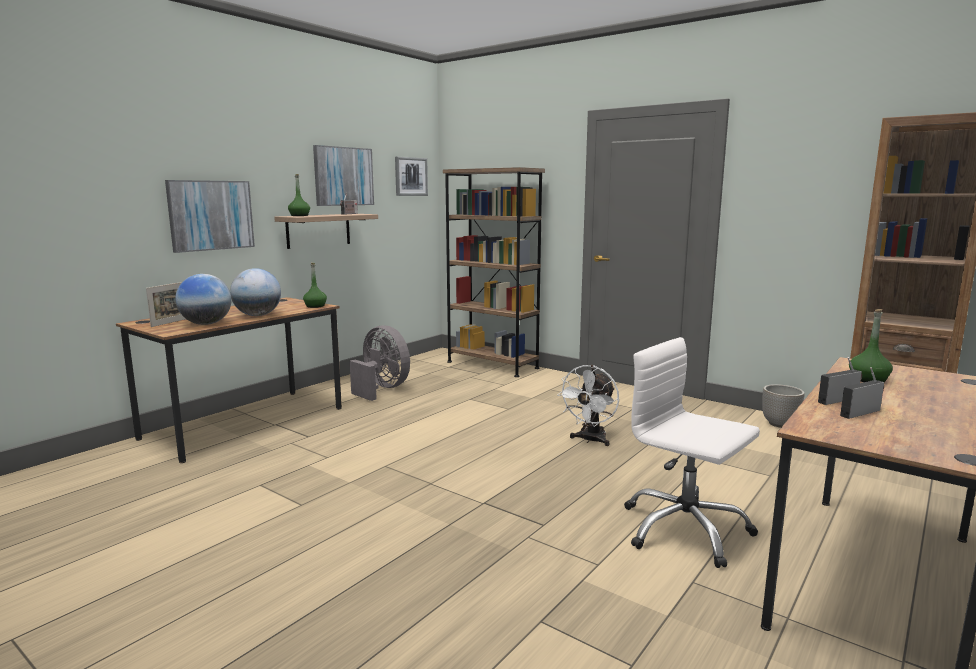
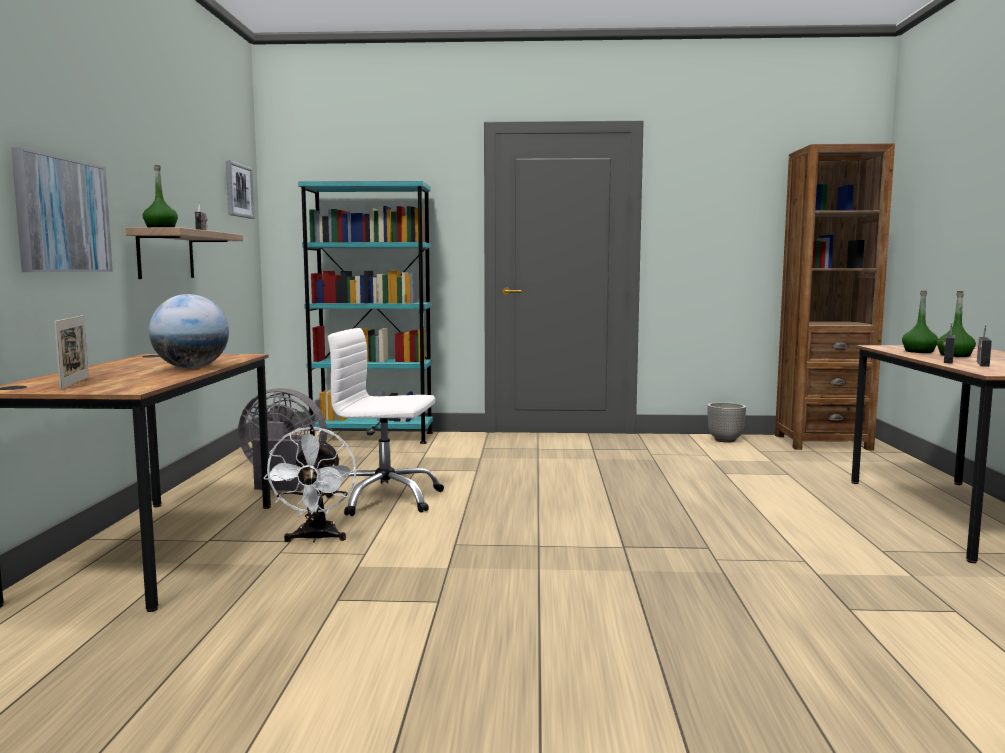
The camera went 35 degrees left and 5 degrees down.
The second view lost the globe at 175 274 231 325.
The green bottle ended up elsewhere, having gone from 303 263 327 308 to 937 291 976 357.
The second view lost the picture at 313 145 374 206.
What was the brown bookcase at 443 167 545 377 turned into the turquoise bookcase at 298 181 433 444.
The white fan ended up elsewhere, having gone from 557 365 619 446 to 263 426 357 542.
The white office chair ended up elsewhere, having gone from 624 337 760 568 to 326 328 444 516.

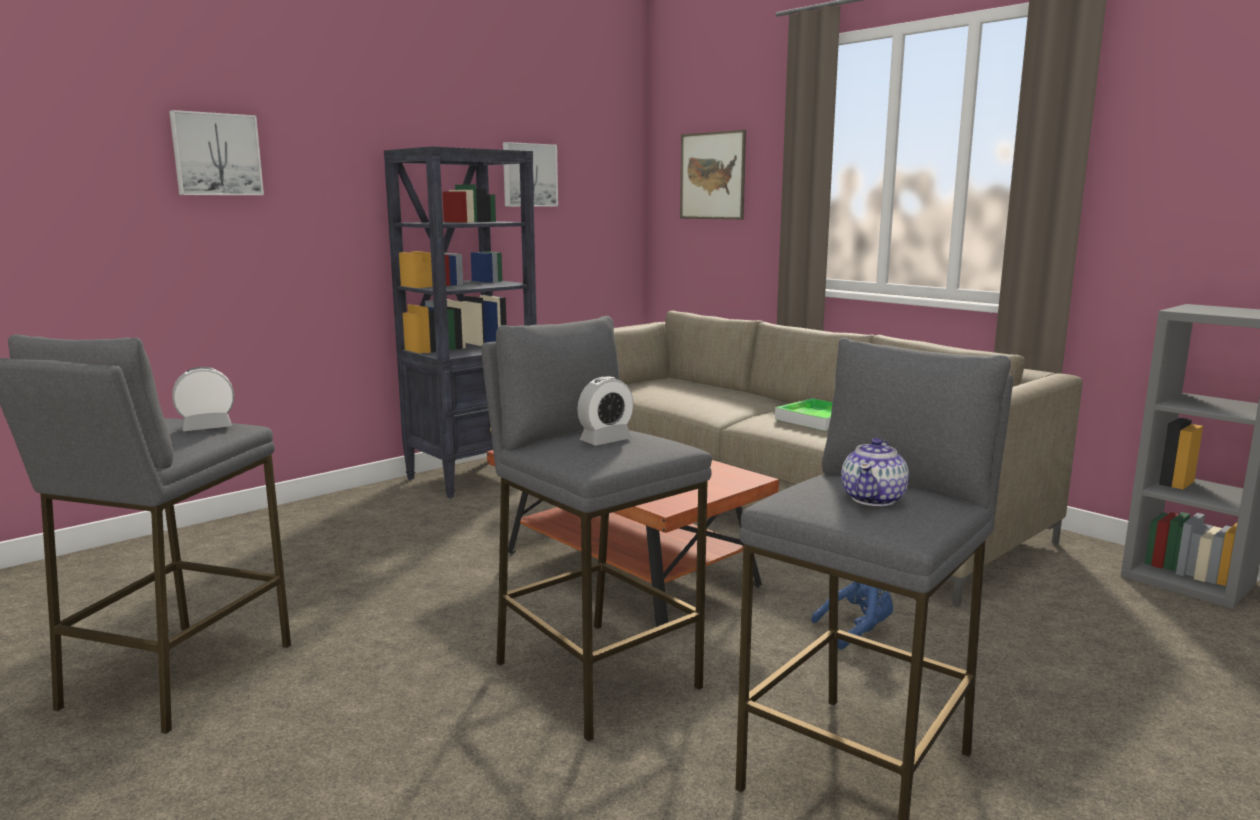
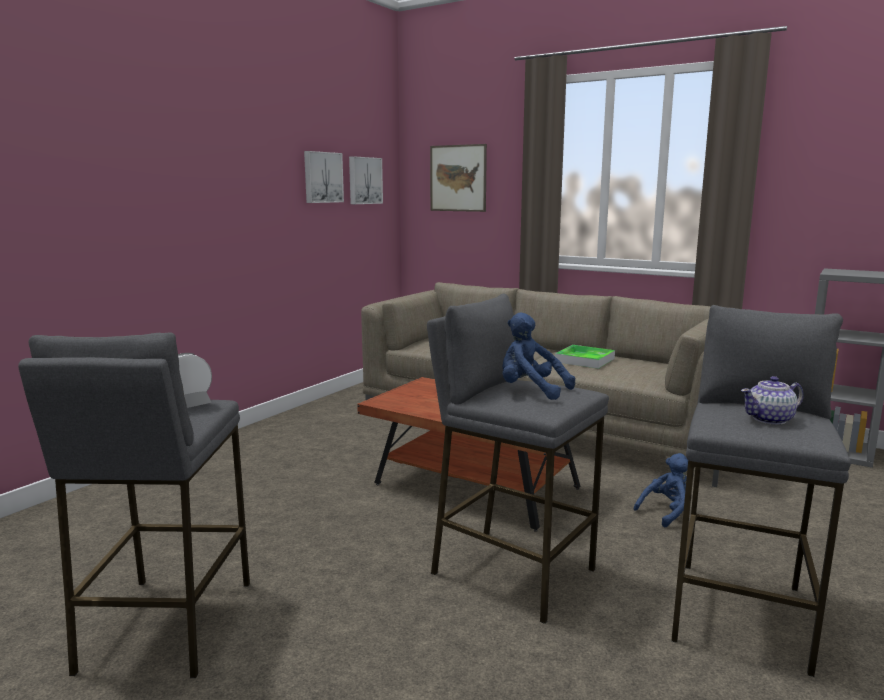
The camera went 15 degrees left and 0 degrees up.
The picture ended up elsewhere, having gone from 169 110 264 195 to 349 156 383 204.
The second view lost the black bookcase at 384 146 537 498.
Where the alarm clock stood at 577 376 633 445, the blue plush toy came to stand at 503 312 575 400.
The teapot at 841 438 909 506 ended up facing another way, 60 degrees clockwise from before.

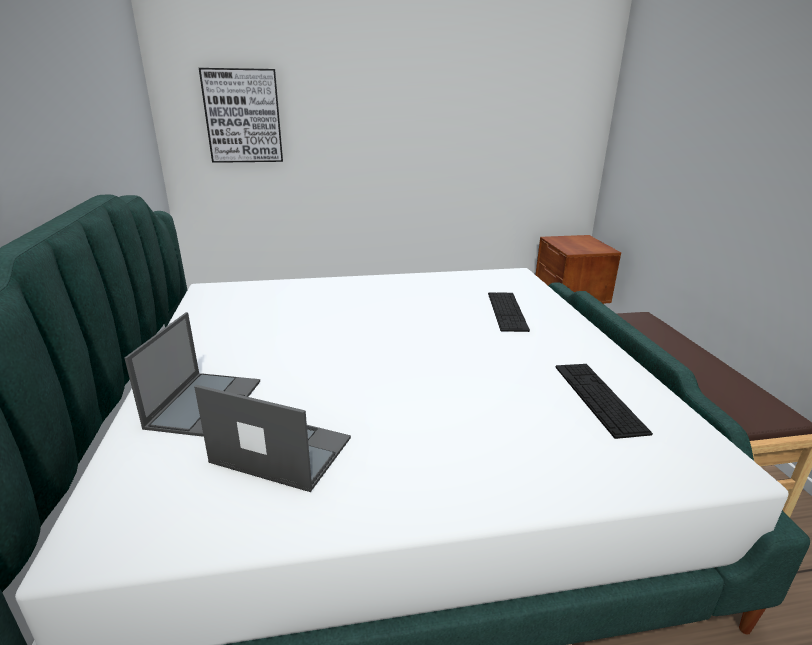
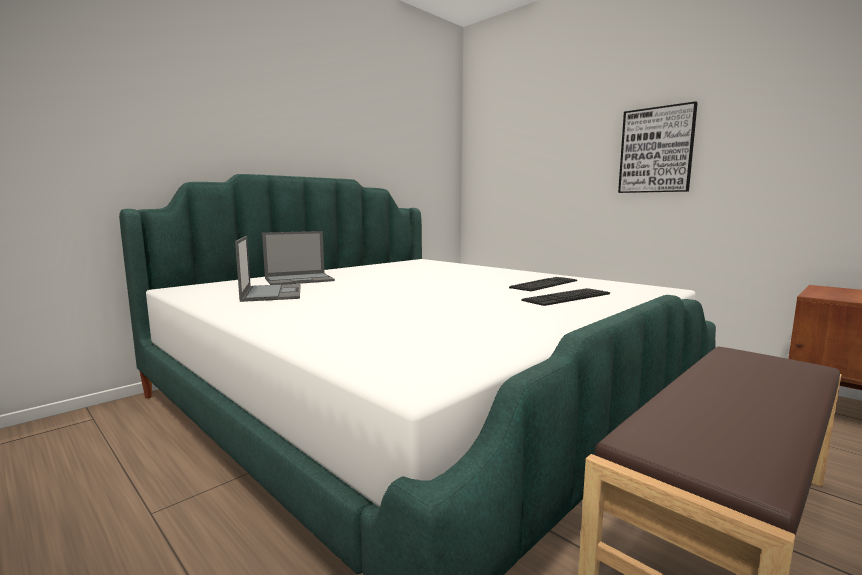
The camera went 55 degrees right and 15 degrees down.
The picture ended up elsewhere, having gone from 199 68 283 163 to 618 101 698 193.
The keyboard ended up elsewhere, having gone from 555 364 653 439 to 509 277 577 291.

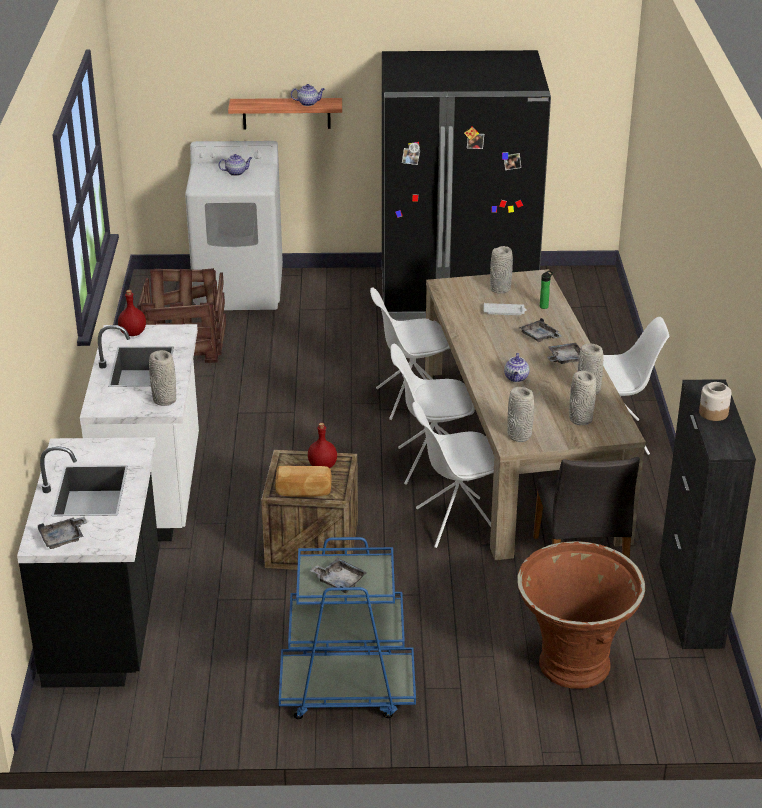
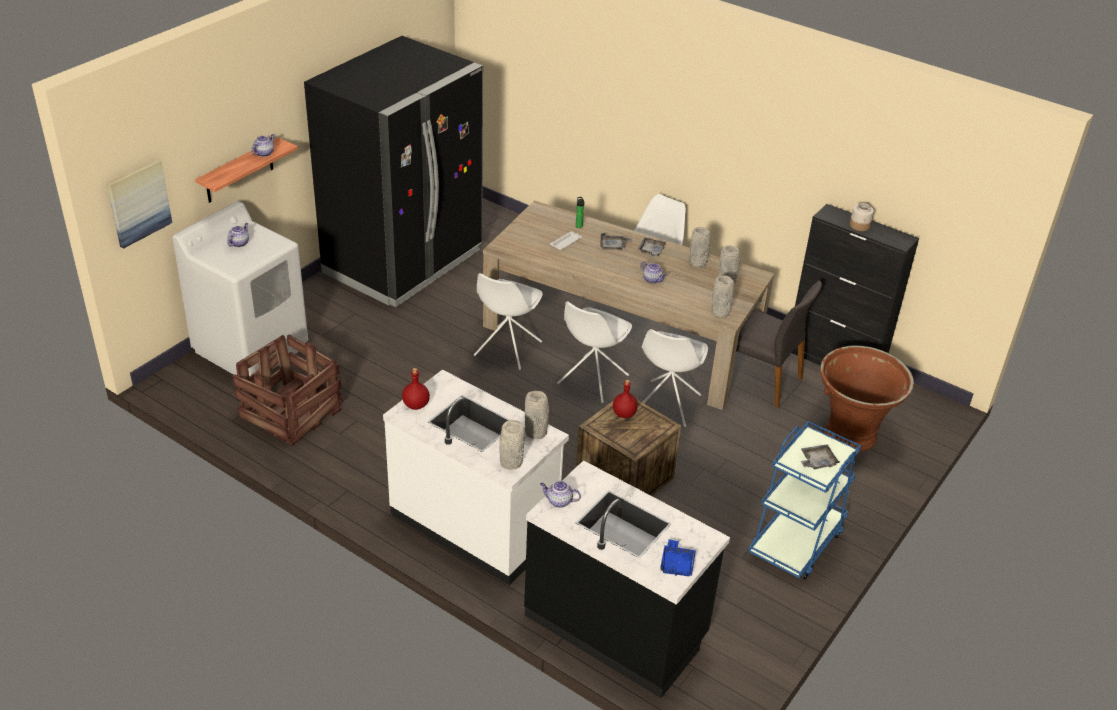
The camera went 55 degrees left and 5 degrees up.
What was the grey tray at 38 517 87 549 turned into the blue tray at 660 539 696 576.
The second view lost the bread at 275 466 332 497.
The grey vase ended up elsewhere, having gone from 490 246 513 294 to 499 420 525 470.
The second view gained the picture at 107 159 172 249.
The second view gained the teapot at 540 481 581 508.

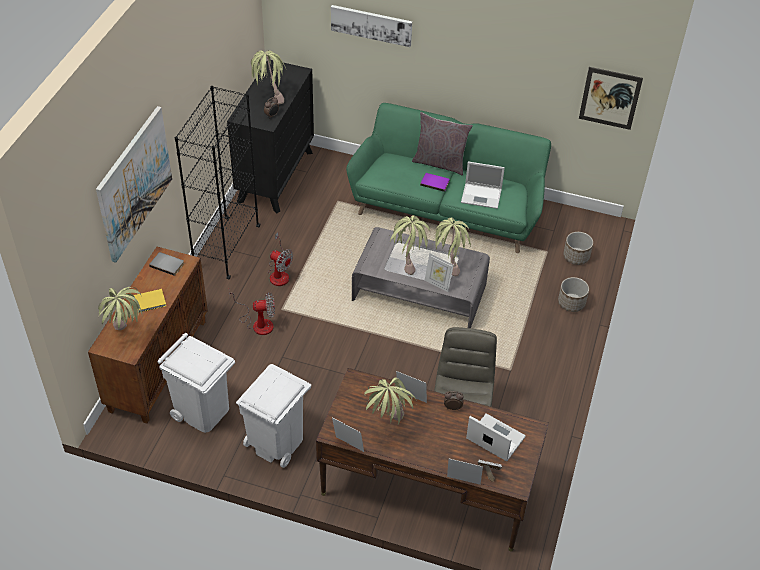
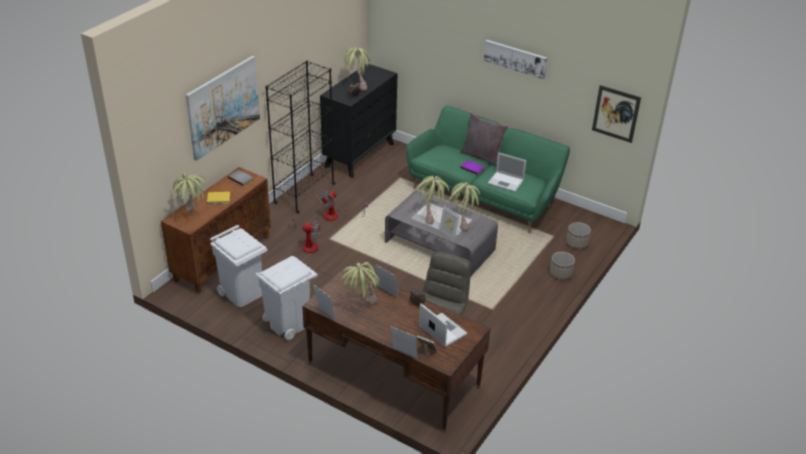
The camera went 15 degrees right and 10 degrees down.
The fan at 268 232 293 286 ended up facing another way, 75 degrees clockwise from before.
The picture ended up elsewhere, having gone from 331 5 412 47 to 484 40 547 79.

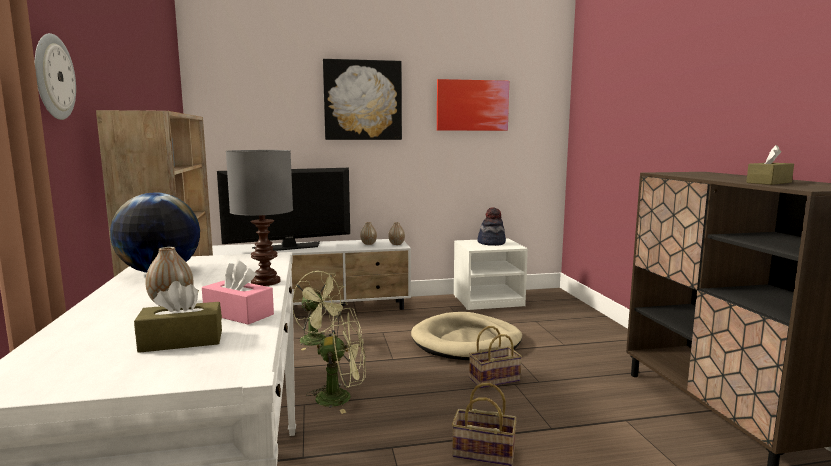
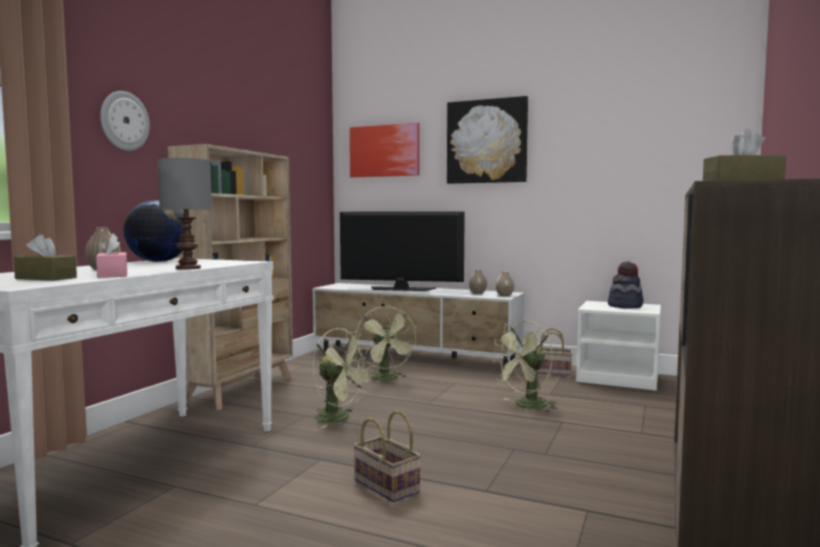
The camera went 35 degrees right and 5 degrees down.
Where the beige dog bed stood at 411 312 522 360, the green fan came to stand at 491 321 558 412.
The picture ended up elsewhere, having gone from 437 79 509 131 to 350 123 419 178.
The basket ended up elsewhere, having gone from 469 326 522 389 to 536 328 573 376.

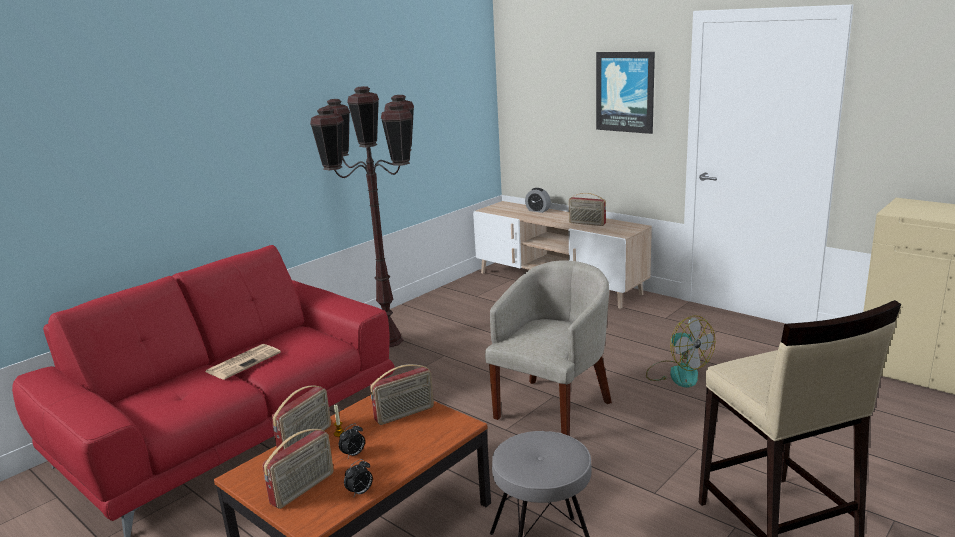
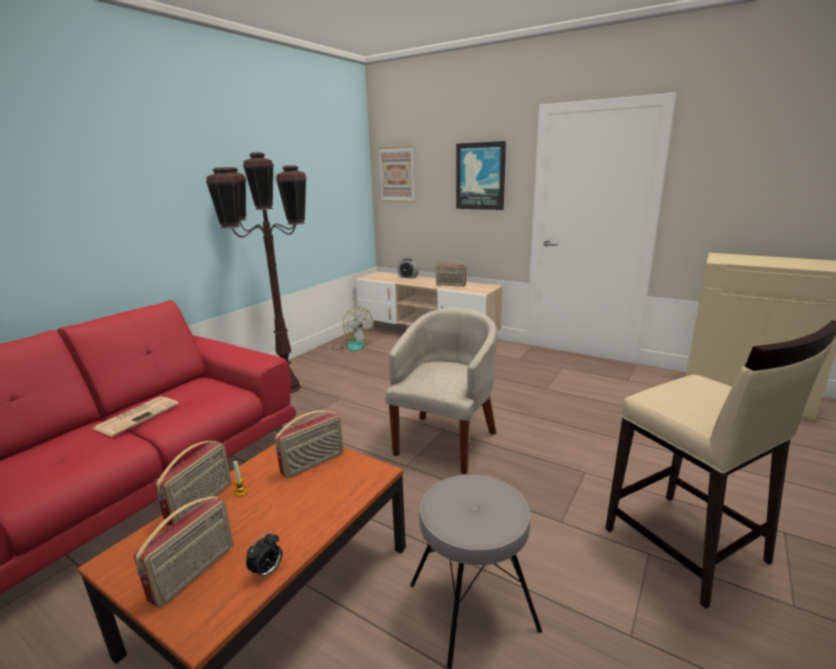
The camera went 10 degrees left and 0 degrees up.
The second view lost the alarm clock at 339 423 365 458.
The fan ended up elsewhere, having gone from 646 316 715 388 to 332 307 373 352.
The second view gained the picture at 379 146 414 202.

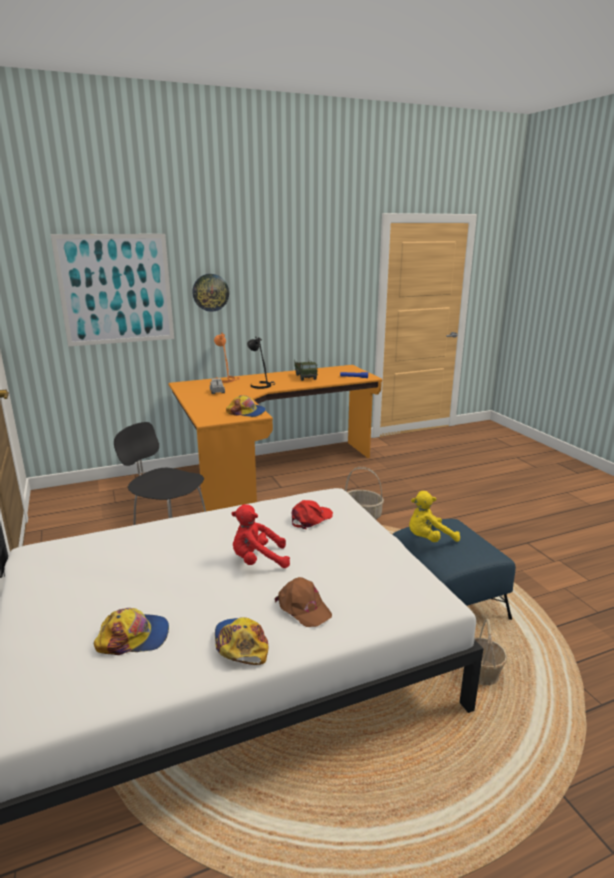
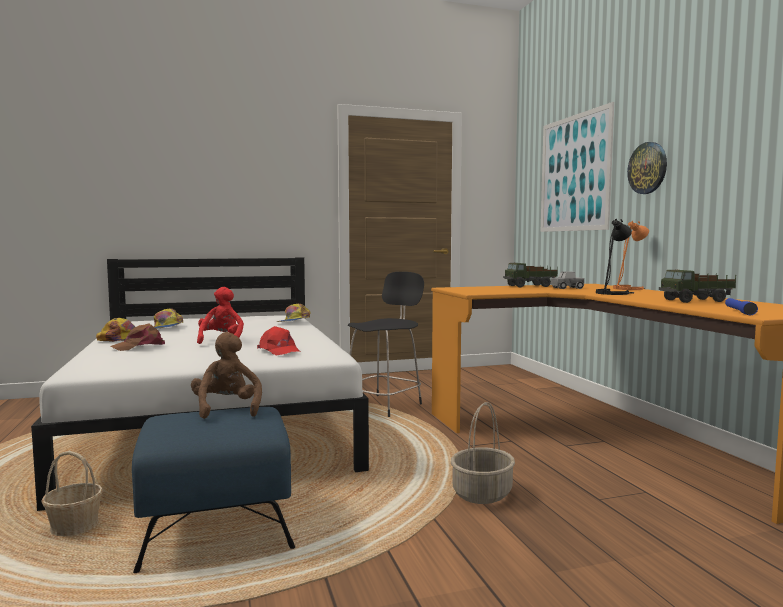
The camera went 95 degrees right and 15 degrees down.
The cap ended up elsewhere, having gone from 226 395 266 417 to 277 304 311 322.
What was the yellow plush toy at 409 491 460 542 turned into the brown plush toy at 191 332 262 419.
The second view gained the toy truck at 503 263 558 287.

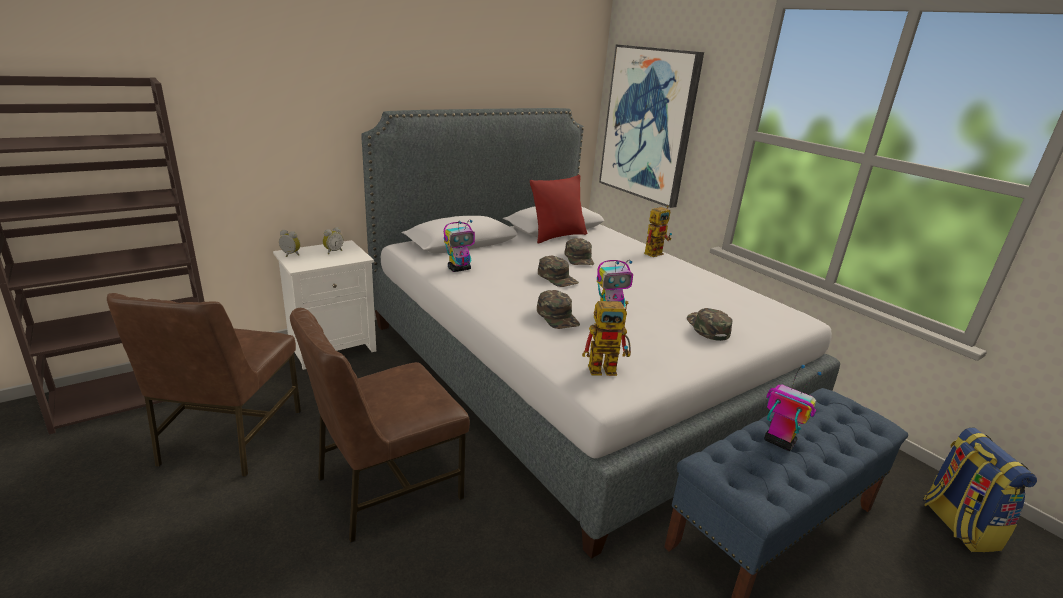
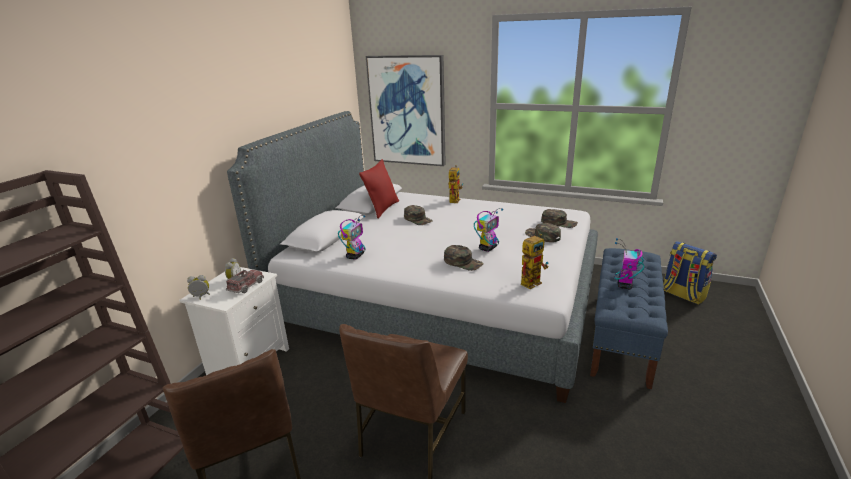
The camera went 30 degrees left and 0 degrees up.
The green cap ended up elsewhere, having gone from 538 256 579 287 to 541 209 578 228.
The toy robot at 764 365 821 451 ended up facing another way, 75 degrees counterclockwise from before.
The second view gained the toy truck at 226 270 264 294.

